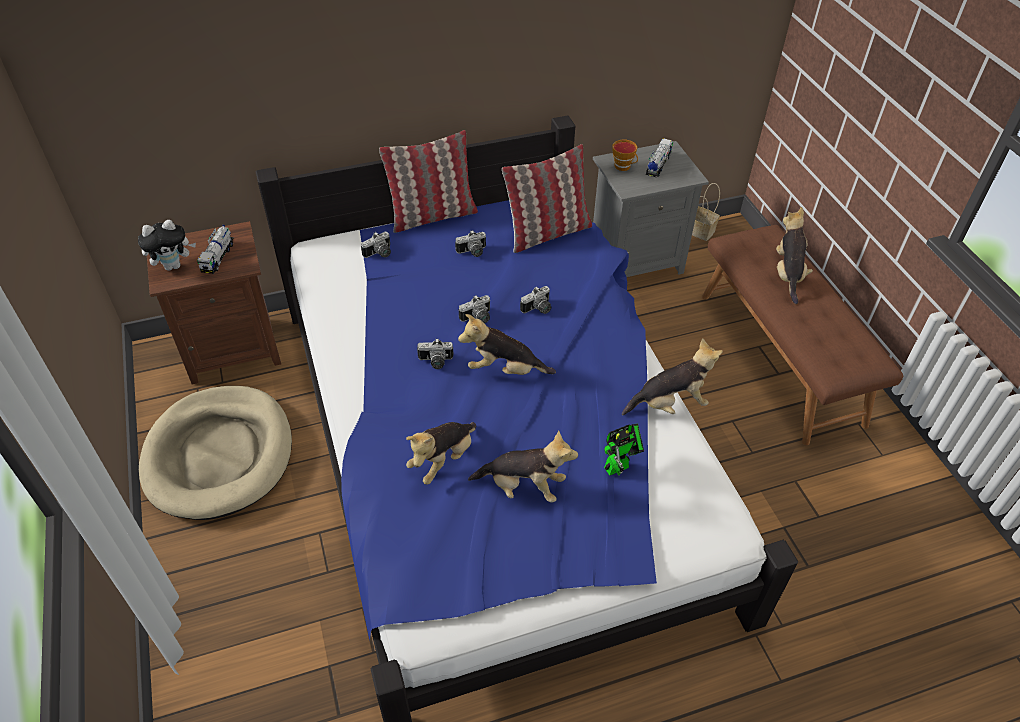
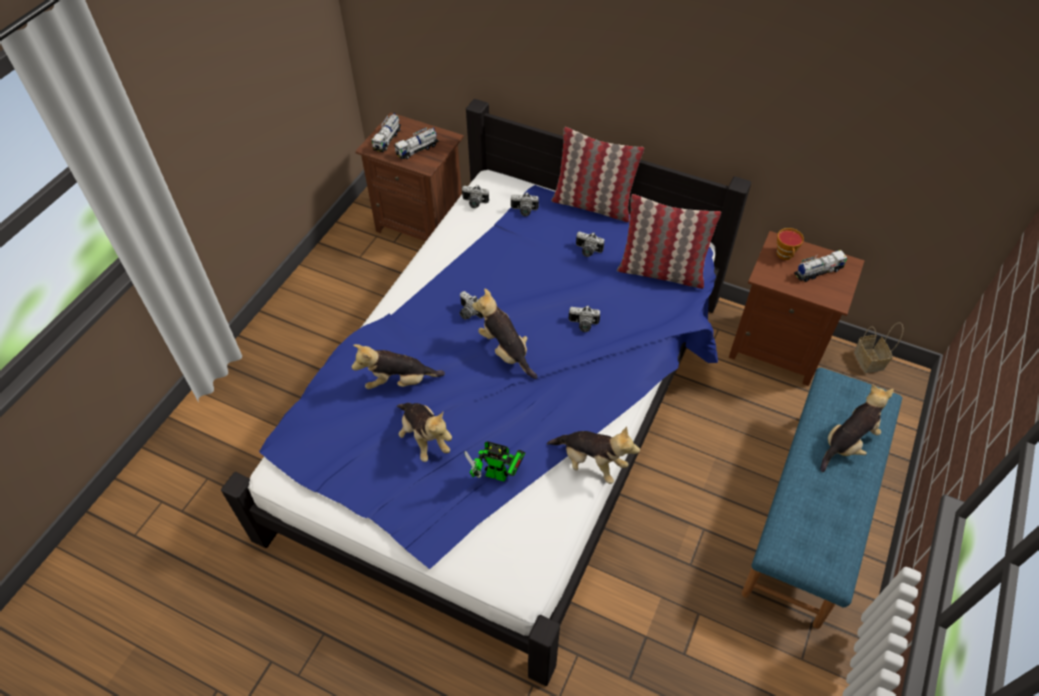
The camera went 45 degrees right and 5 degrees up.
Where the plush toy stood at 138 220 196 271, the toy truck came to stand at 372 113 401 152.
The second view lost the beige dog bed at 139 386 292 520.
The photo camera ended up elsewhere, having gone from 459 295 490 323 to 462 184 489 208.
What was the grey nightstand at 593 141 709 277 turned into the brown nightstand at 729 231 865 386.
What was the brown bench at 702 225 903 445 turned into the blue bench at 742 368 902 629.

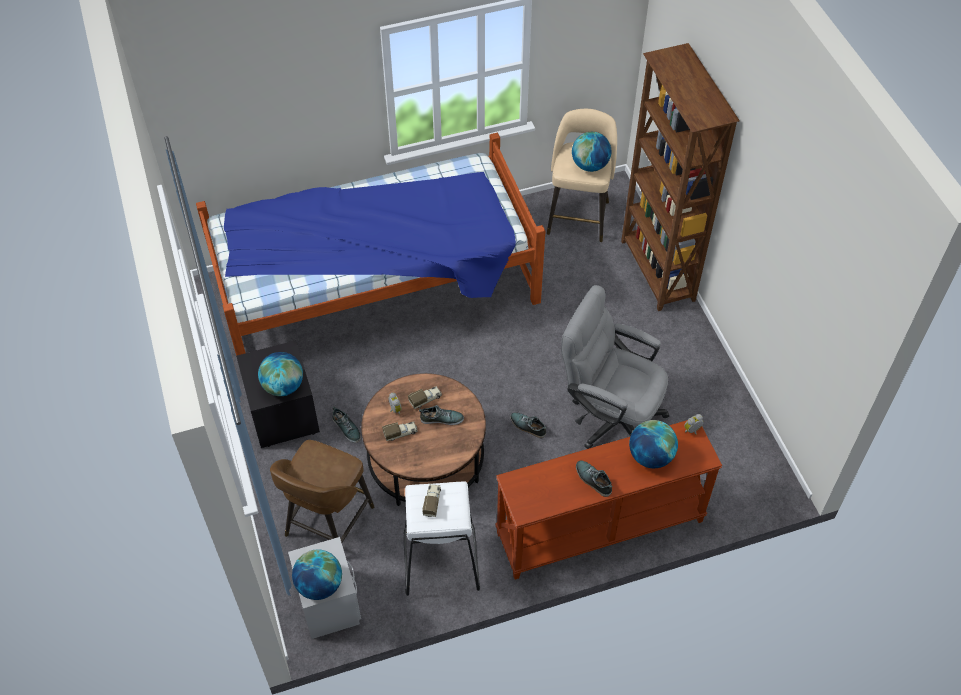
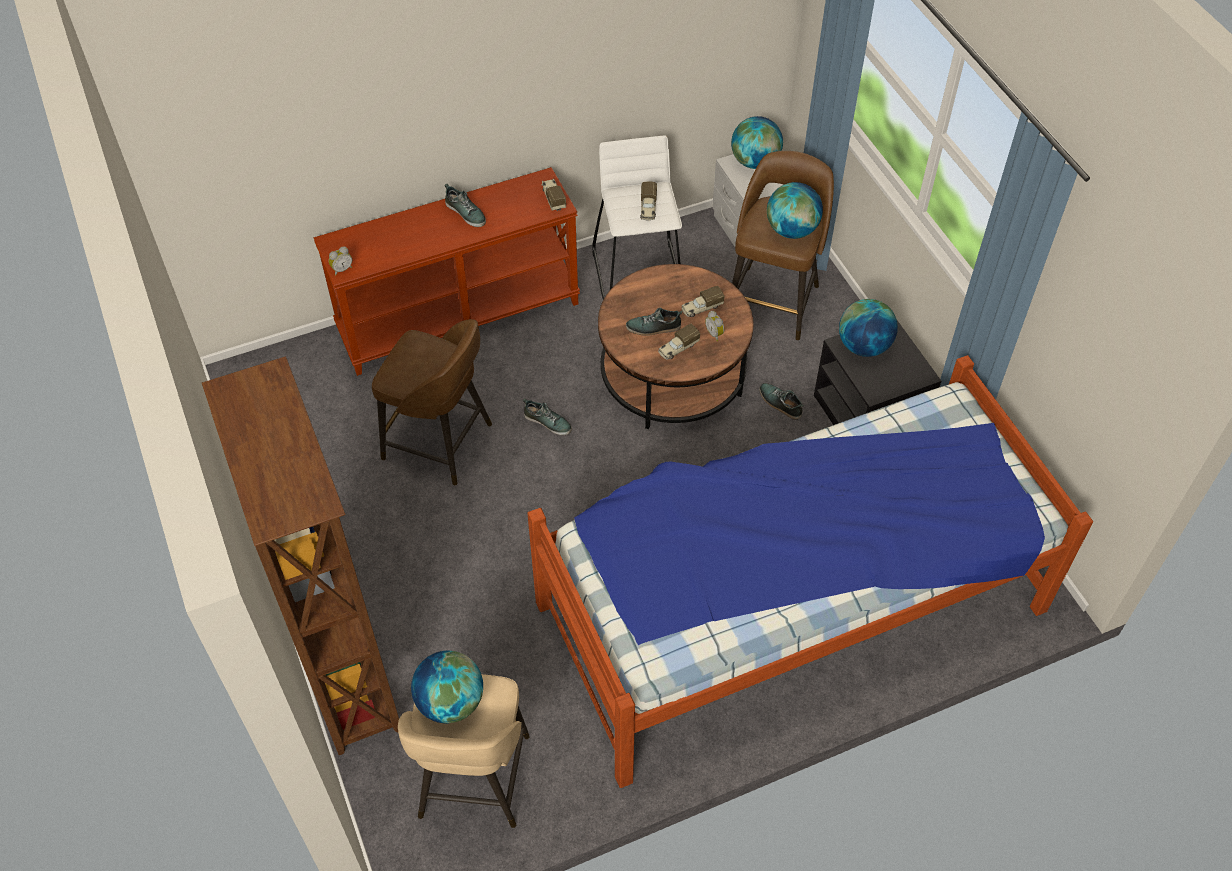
The camera went 175 degrees right and 0 degrees up.
Where the grey office chair stood at 561 285 669 449, the brown stool came to stand at 372 319 492 485.
The globe ended up elsewhere, having gone from 629 420 678 468 to 767 182 823 239.
The second view gained the toy truck at 542 179 566 211.

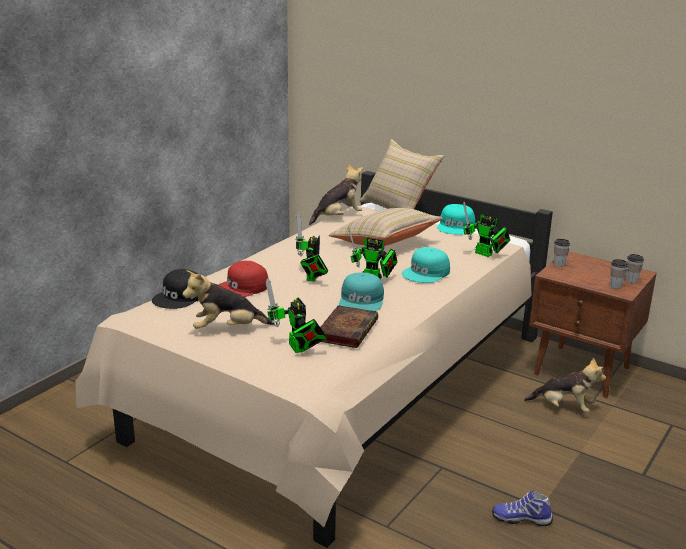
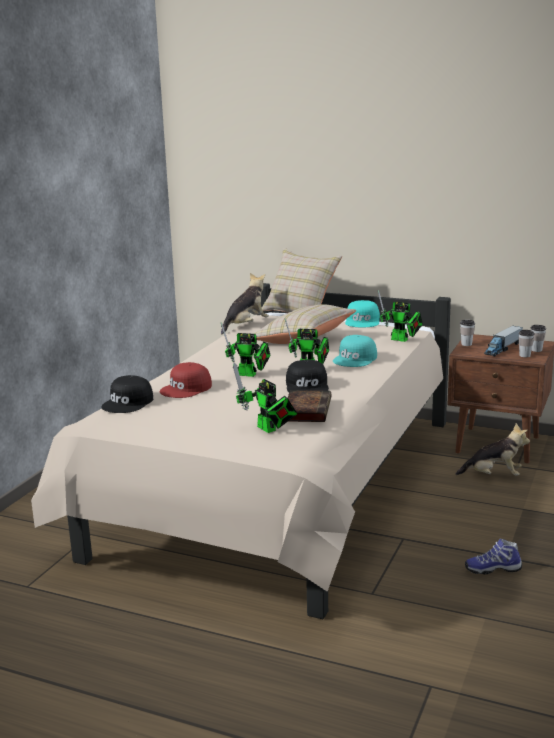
The camera went 10 degrees left and 5 degrees down.
The second view lost the plush toy at 182 270 275 329.
The toy robot at 295 213 328 282 ended up facing another way, 75 degrees counterclockwise from before.
What was the turquoise cap at 339 273 384 311 turned into the black cap at 286 360 329 392.
The second view gained the toy truck at 484 326 523 357.

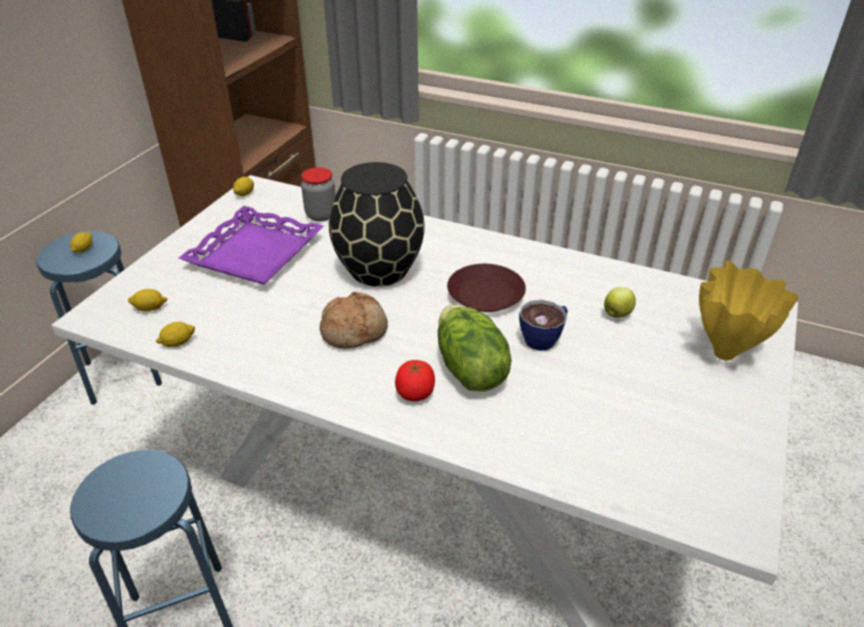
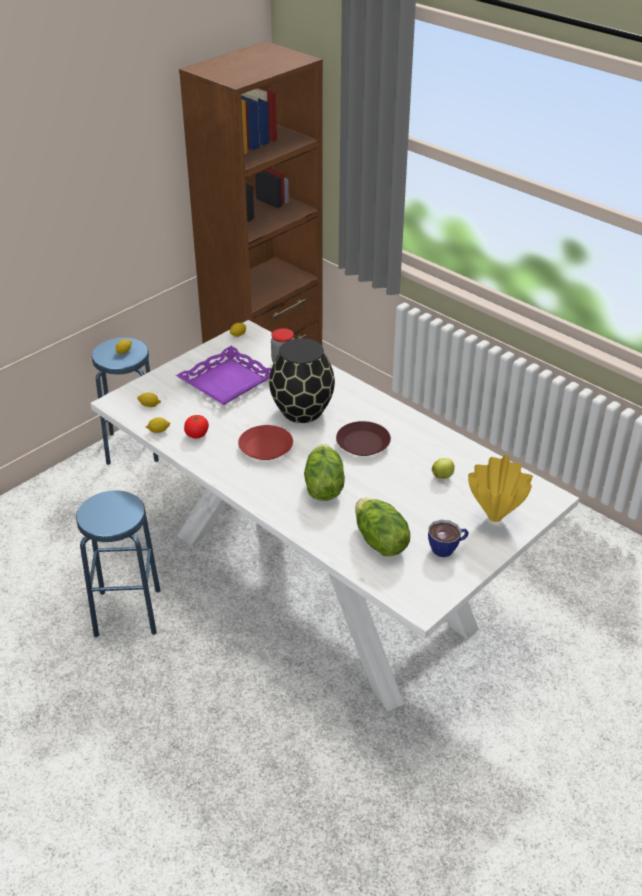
The camera went 20 degrees right and 0 degrees up.
Where the bread stood at 320 292 388 349, the red plate came to stand at 238 425 293 460.
The tomato ended up elsewhere, having gone from 395 360 435 401 to 184 415 209 439.
The cup ended up elsewhere, having gone from 519 300 568 351 to 428 520 469 557.
The second view gained the lettuce at 355 498 410 556.

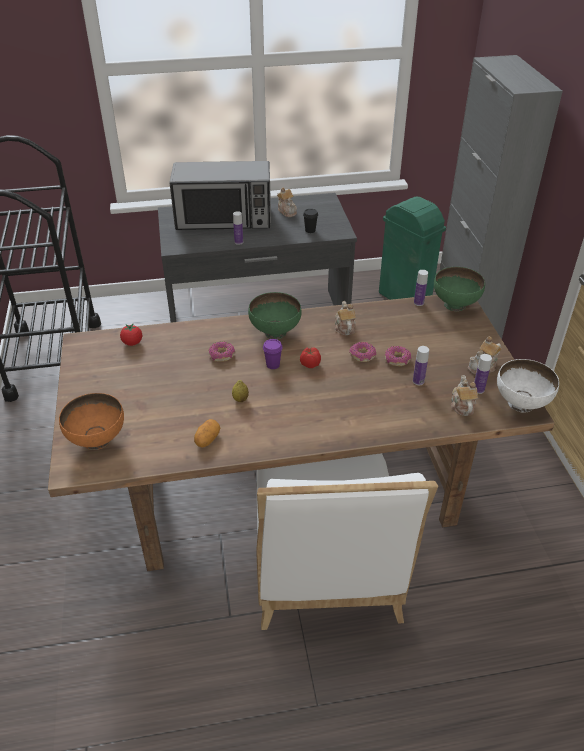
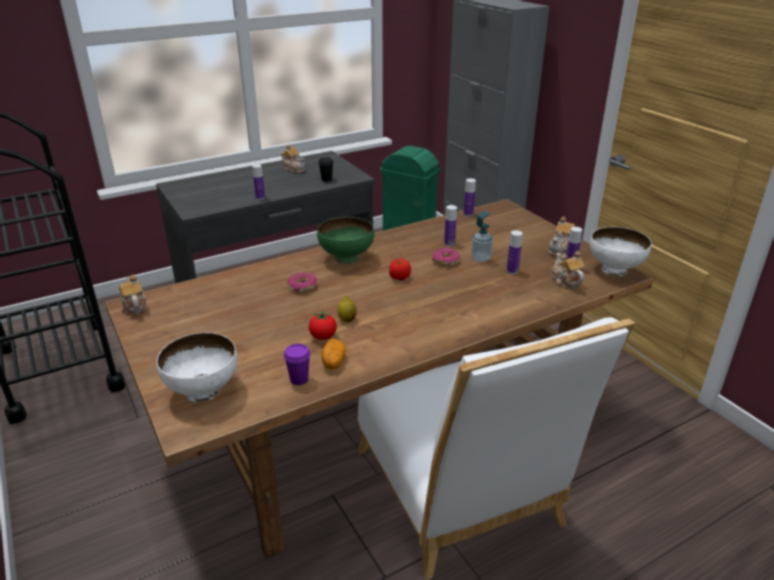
The camera went 20 degrees left and 10 degrees down.
What was the orange bowl at 59 393 124 450 turned into the white bowl at 157 333 238 402.
The tomato ended up elsewhere, having gone from 120 323 142 346 to 309 311 337 340.
The second view lost the microwave at 169 161 271 230.
The purple cup ended up elsewhere, having gone from 263 339 283 369 to 284 344 311 385.
The teapot ended up elsewhere, having gone from 334 301 356 335 to 119 275 147 315.
Where the donut stood at 385 346 411 366, the soap dispenser came to stand at 471 211 493 262.
The second view lost the green bowl at 434 267 485 311.
The second view gained the bottle at 444 205 457 246.

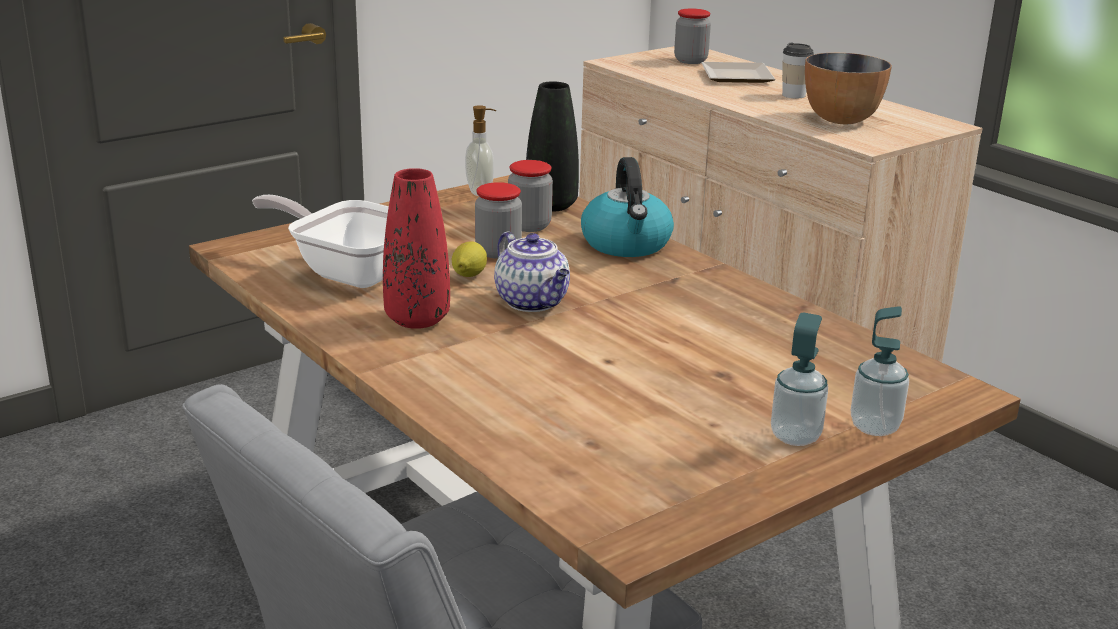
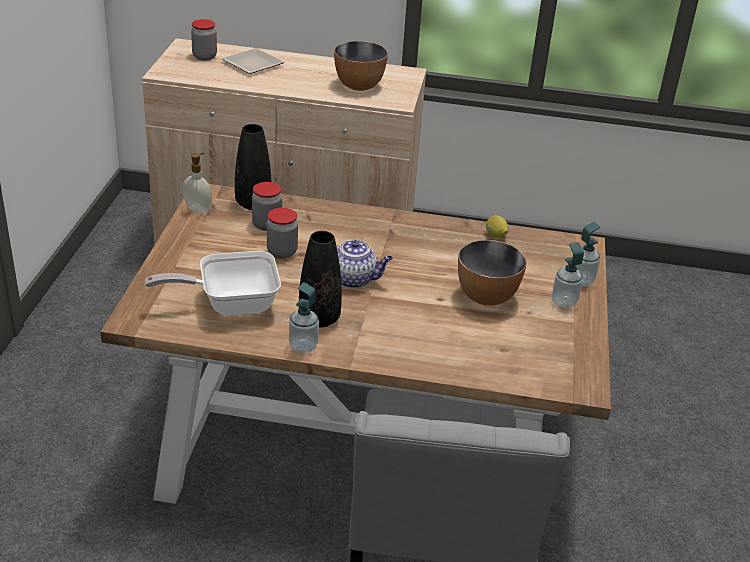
The camera went 45 degrees left and 10 degrees up.
What was the red vase at 383 168 450 329 turned into the black vase at 299 231 342 328.
The lemon ended up elsewhere, having gone from 452 241 487 277 to 486 215 508 238.
The second view lost the kettle at 581 157 674 257.
The second view lost the cup at 782 42 814 99.
The second view gained the soap dispenser at 289 282 319 353.
The second view gained the bowl at 458 240 527 306.

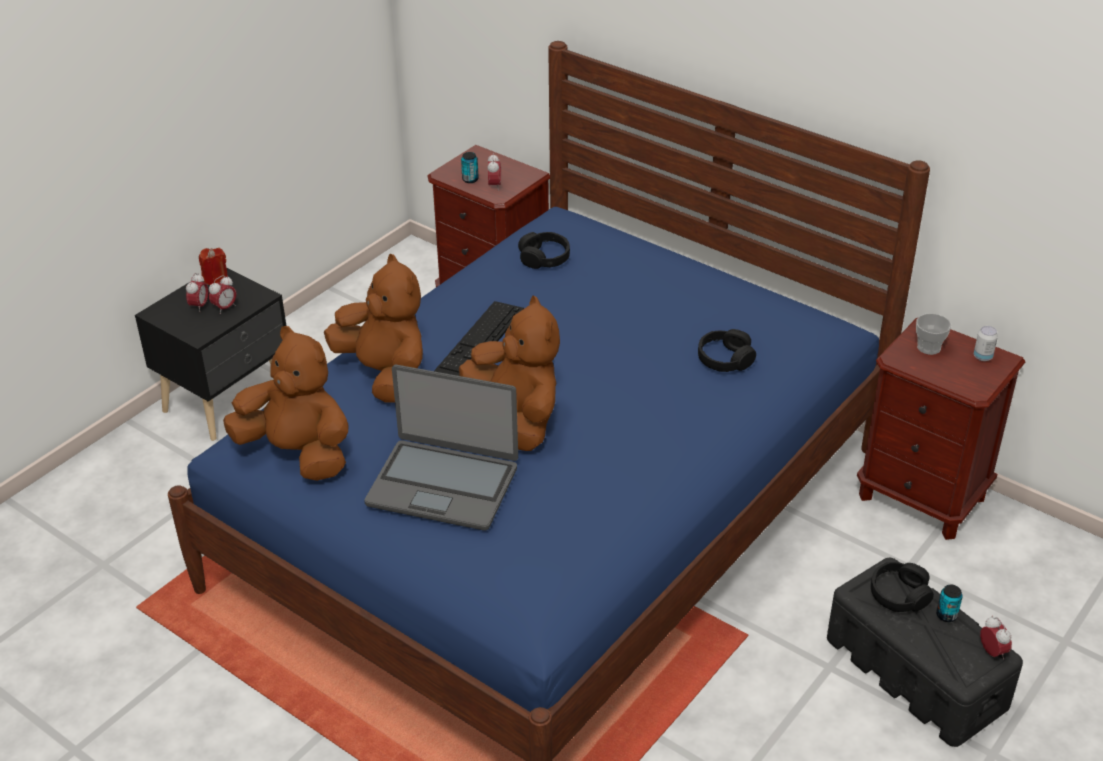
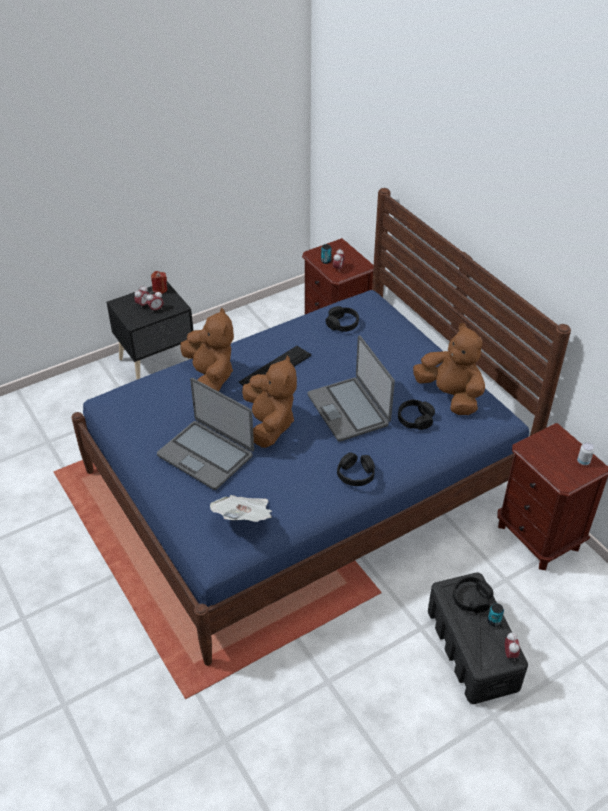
The camera went 20 degrees right and 5 degrees up.
The brown plush toy ended up elsewhere, having gone from 223 326 349 481 to 413 323 485 415.
The second view lost the cup at 916 313 951 355.
The second view gained the newspaper at 210 495 272 522.
The second view gained the laptop at 308 335 395 442.
The second view gained the black headphones at 337 452 375 486.

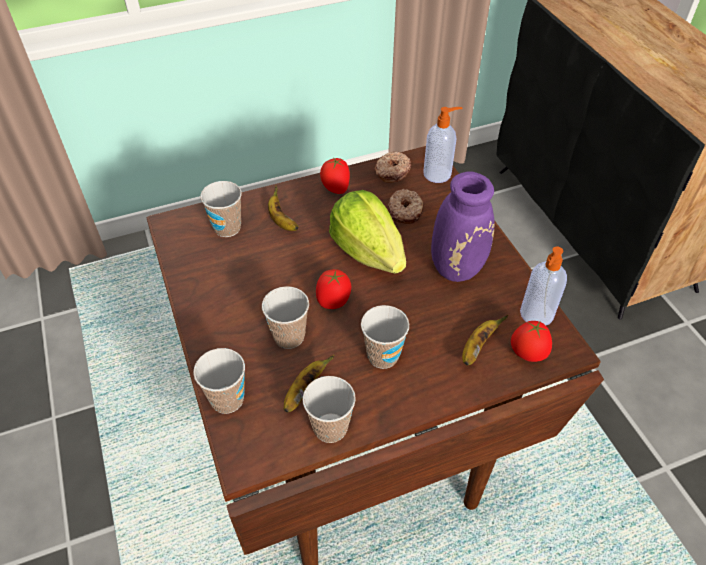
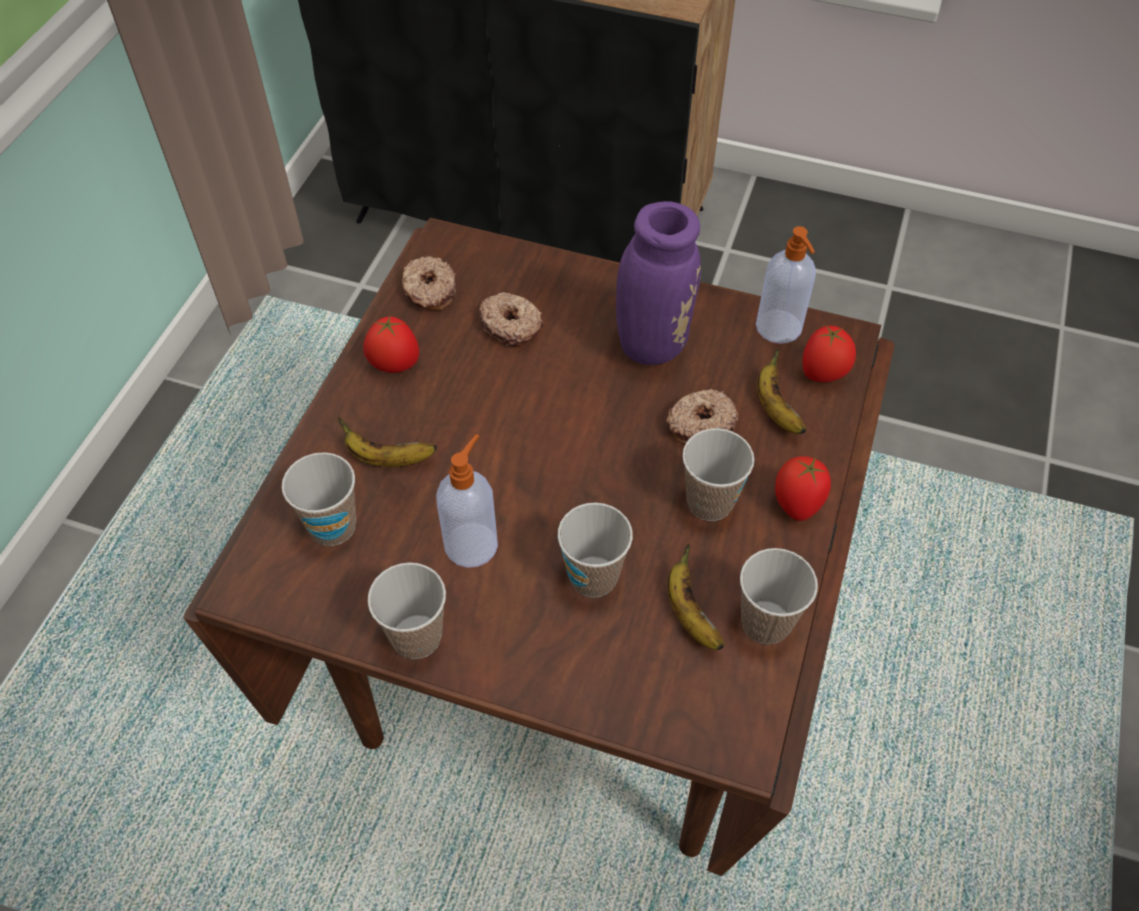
The camera went 50 degrees left and 5 degrees up.
The cup ended up elsewhere, having gone from 193 348 245 414 to 367 562 446 659.
The tomato ended up elsewhere, having gone from 316 269 351 309 to 775 456 831 521.
The second view lost the lettuce at 329 190 406 274.
The soap dispenser ended up elsewhere, having gone from 423 107 462 183 to 436 434 498 568.
The second view gained the donut at 666 389 738 445.

